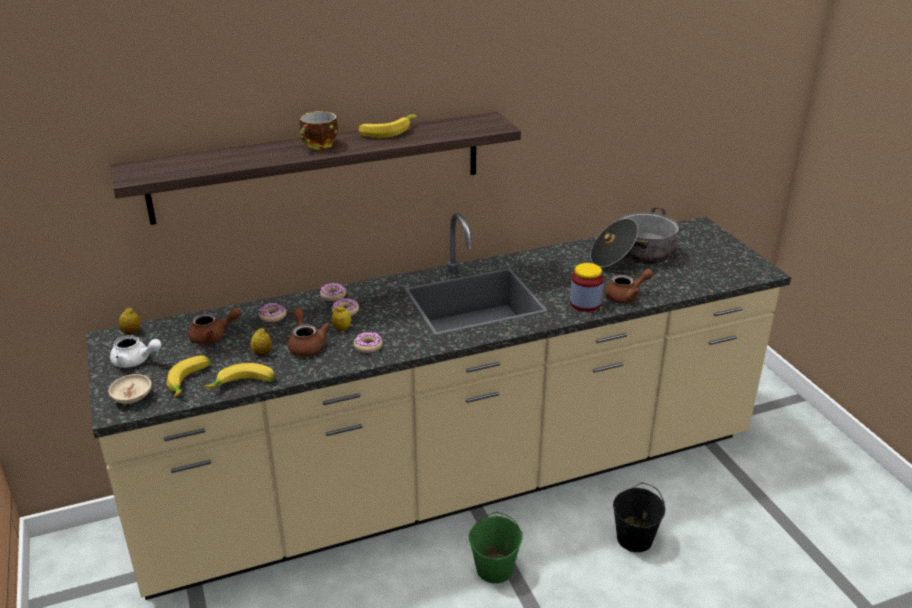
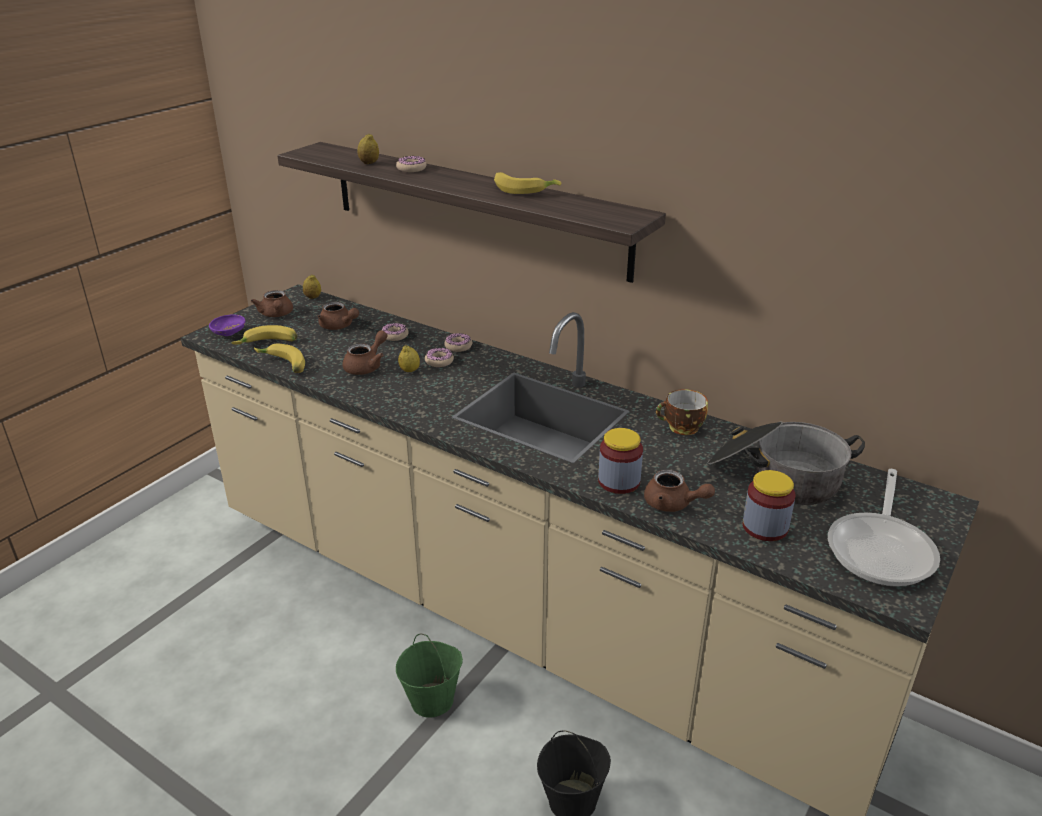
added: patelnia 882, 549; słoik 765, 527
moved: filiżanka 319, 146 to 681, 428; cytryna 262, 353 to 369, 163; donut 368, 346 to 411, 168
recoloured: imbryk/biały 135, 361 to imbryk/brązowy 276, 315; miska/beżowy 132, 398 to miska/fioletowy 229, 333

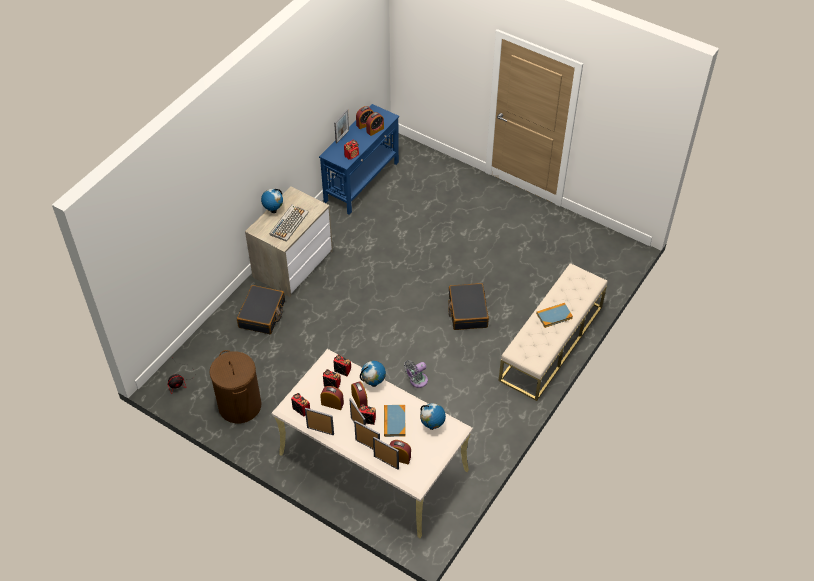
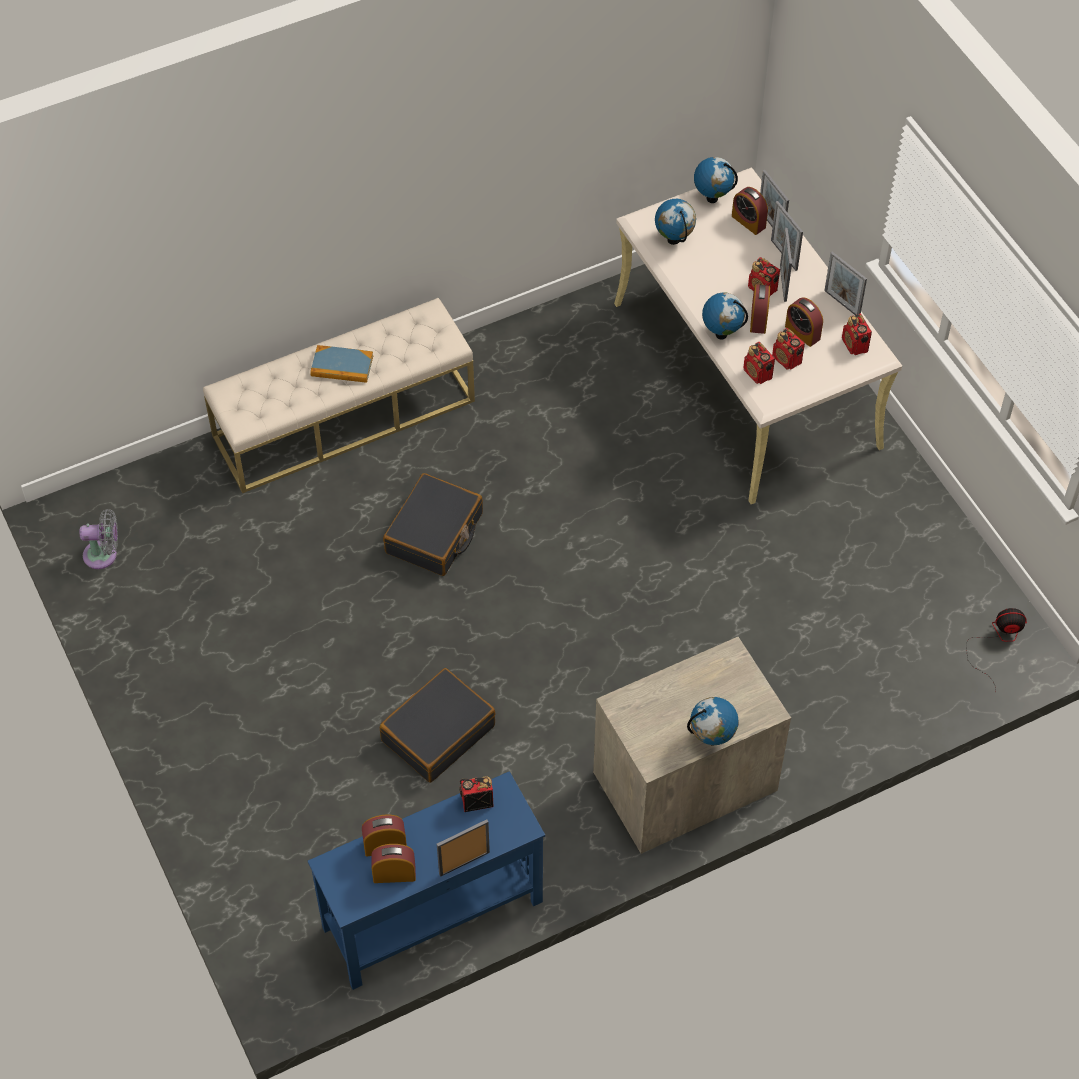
removed: klawiatura 289, 223; kosz na pranie/brązowy 239, 405; książka 394, 421
added: globus 712, 198
moved: walizka/czarny 262, 314 to 438, 733; wentylator/szary 416, 381 to 104, 555

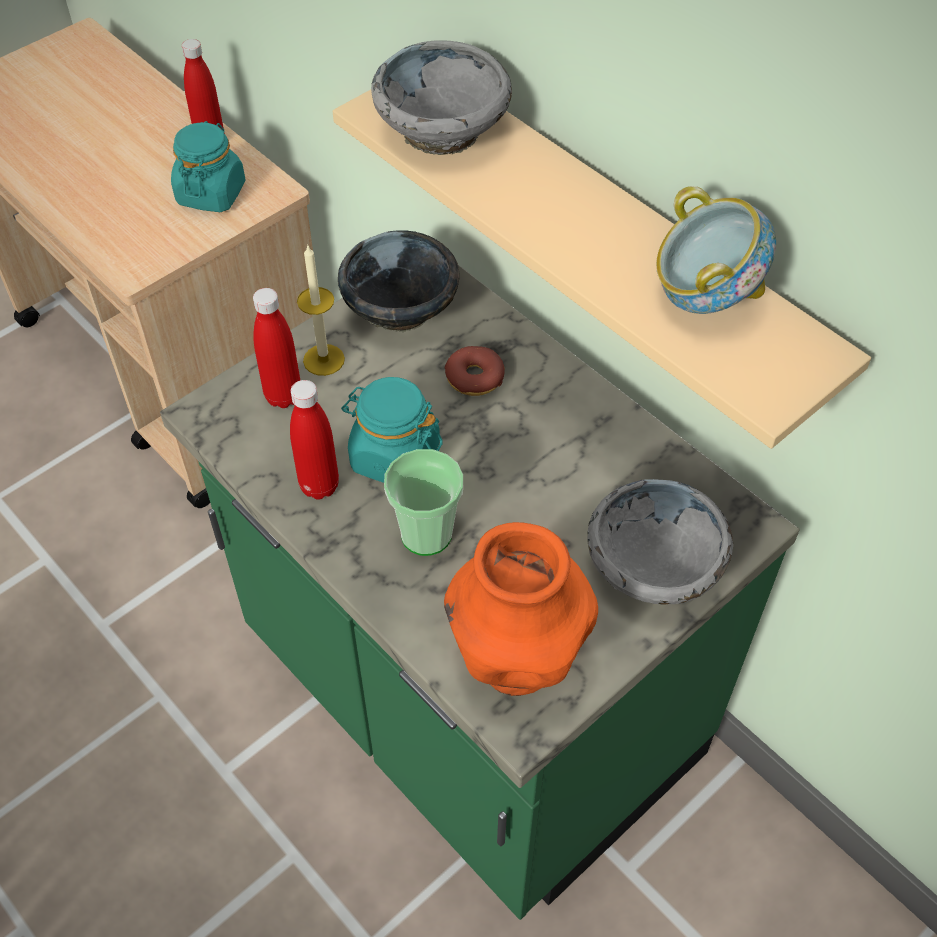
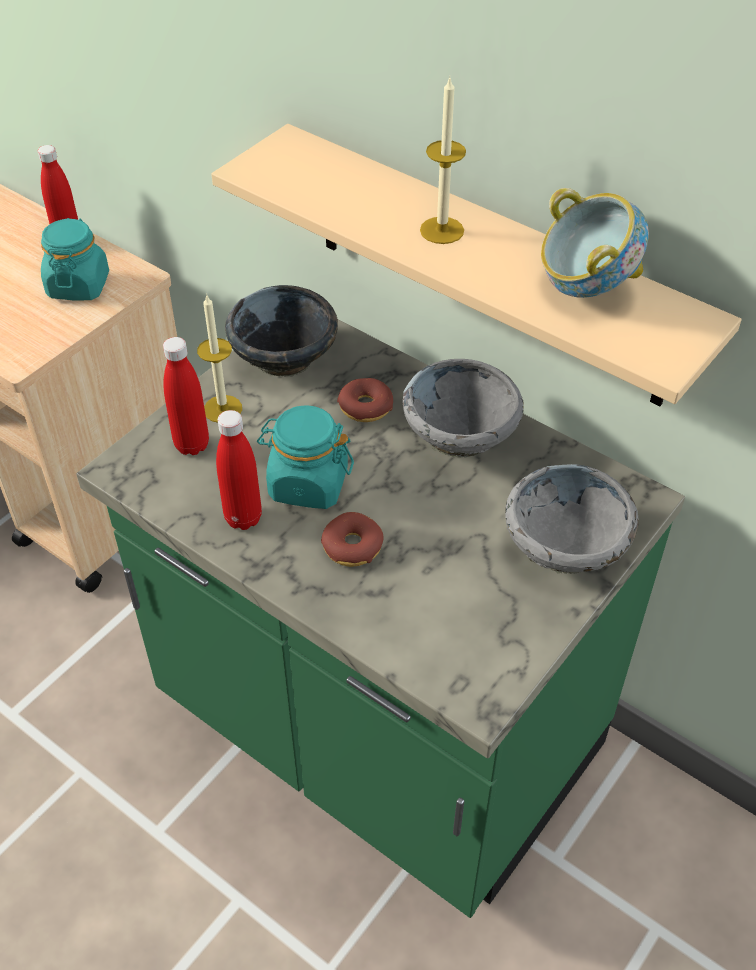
removed: wazon/pomarańczowy 516, 664
added: świeca 442, 230
moved: miska/szary 442, 131 to 460, 434
replaced: filiżanka 426, 534 to donut 352, 546

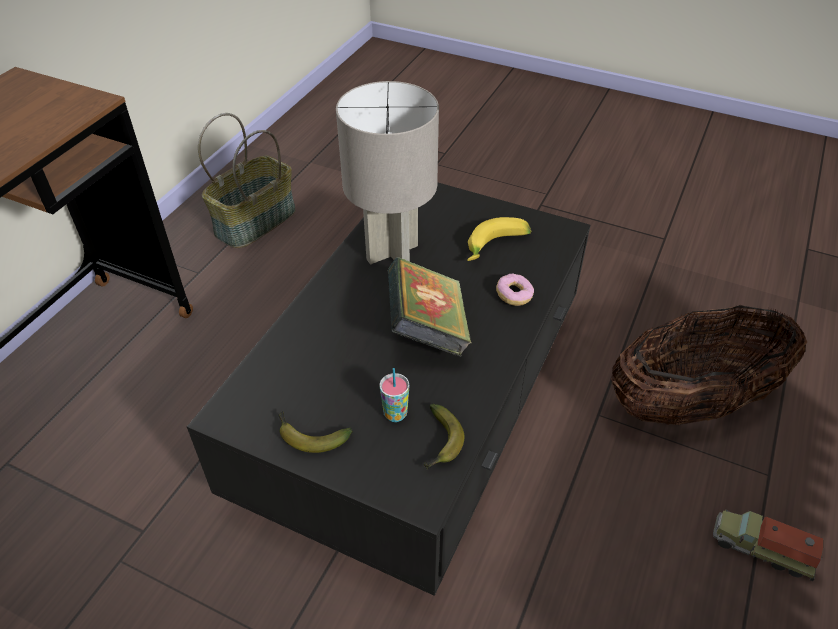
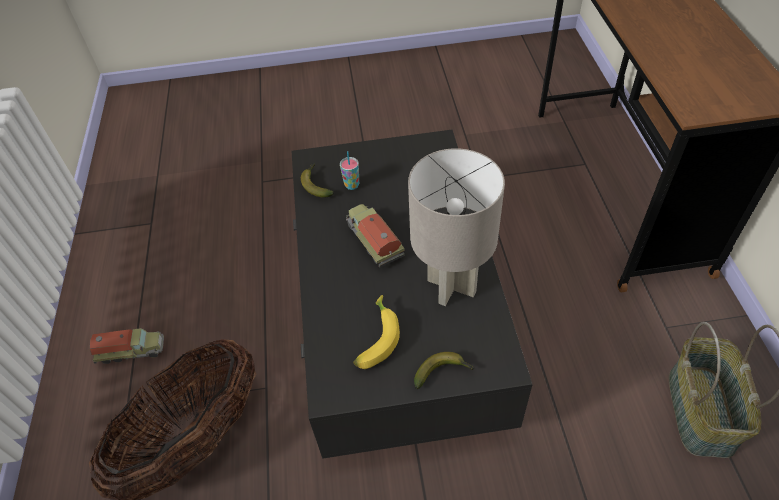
removed: donut 514, 296
moved: banan 309, 436 to 443, 372
replaced: książka 427, 330 to ciężarówka zabawkowa 373, 240

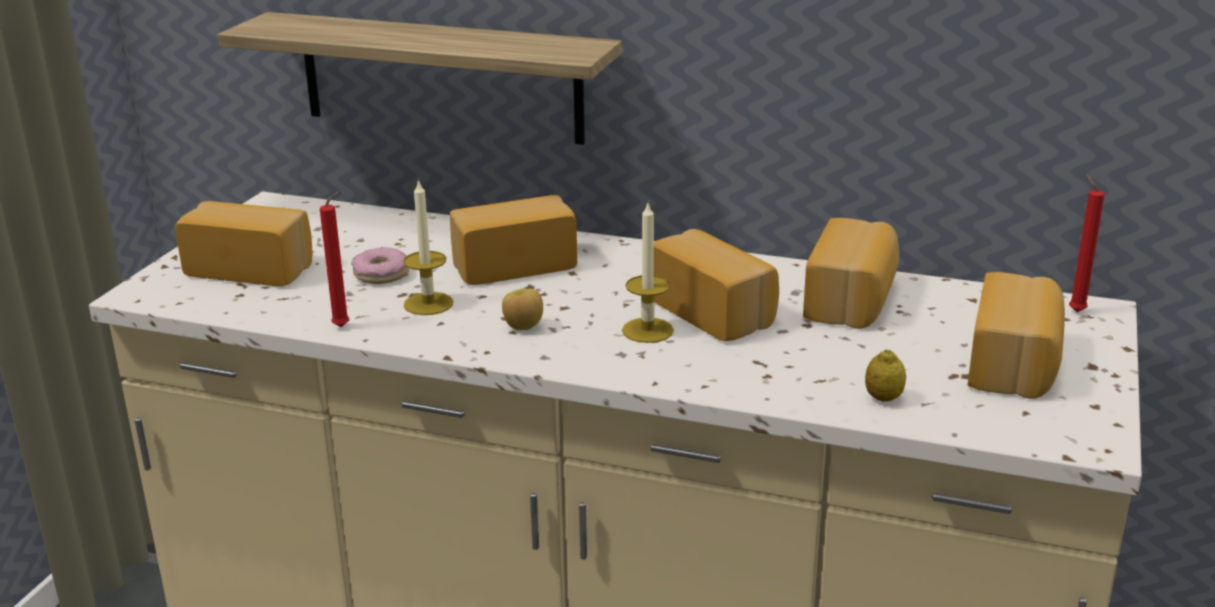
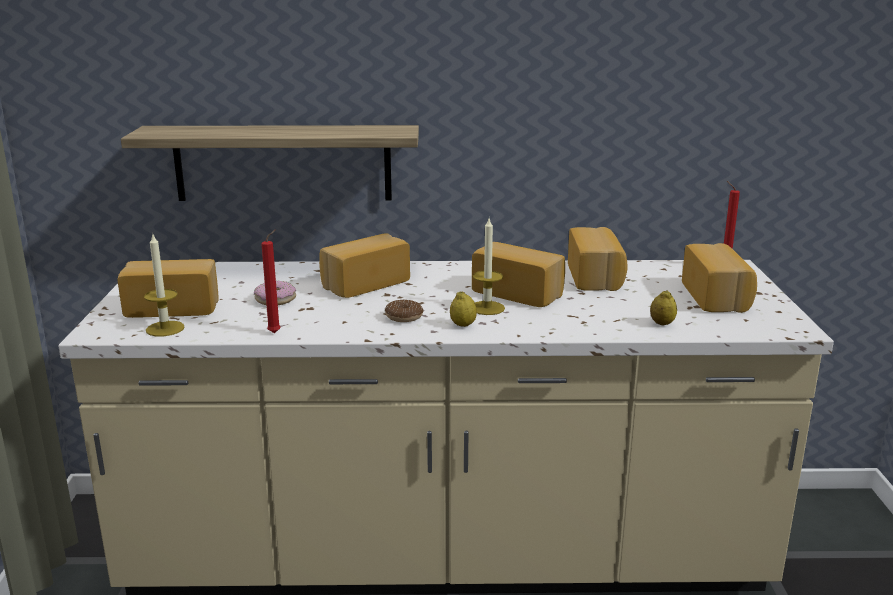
added: cytryna 463, 325
moved: świeca 428, 304 to 165, 328
replaced: jabłko 523, 327 to donut 404, 317

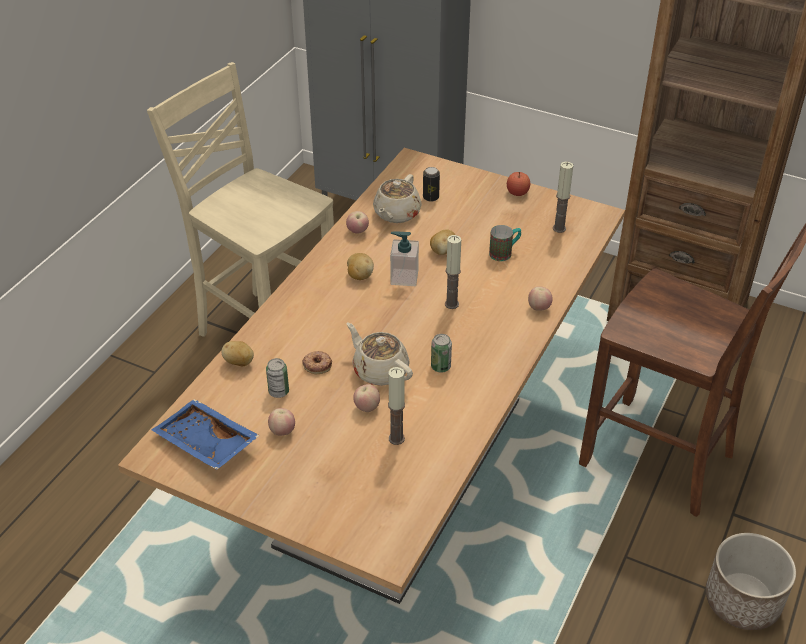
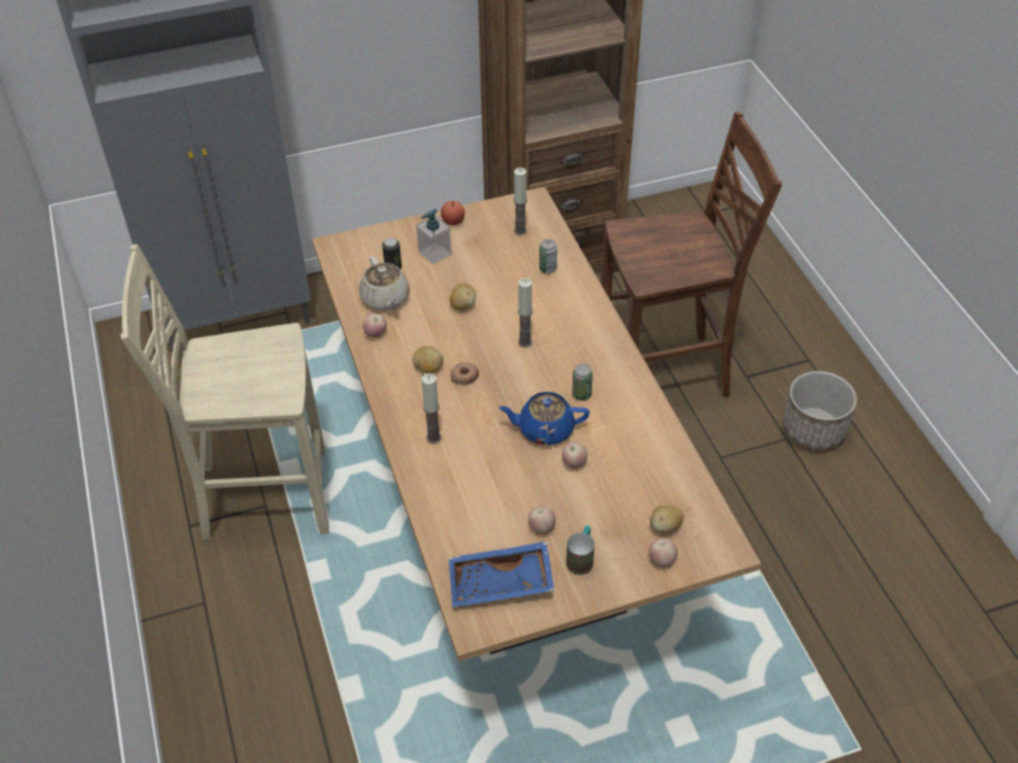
moved: kubek 504, 253 to 581, 558; dozownik mydła 404, 277 to 434, 253; jabłko 539, 308 to 662, 561; ziemniak 239, 362 to 665, 527; donut 317, 364 to 464, 375; puszka 279, 392 to 547, 269; świeca 396, 438 to 433, 438
recoloured: imbryk/beżowy 380, 370 to imbryk/niebieski 544, 429

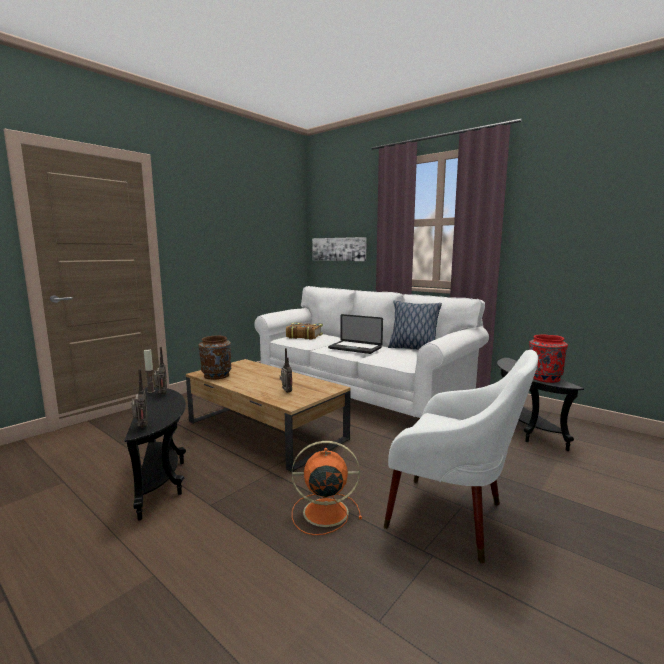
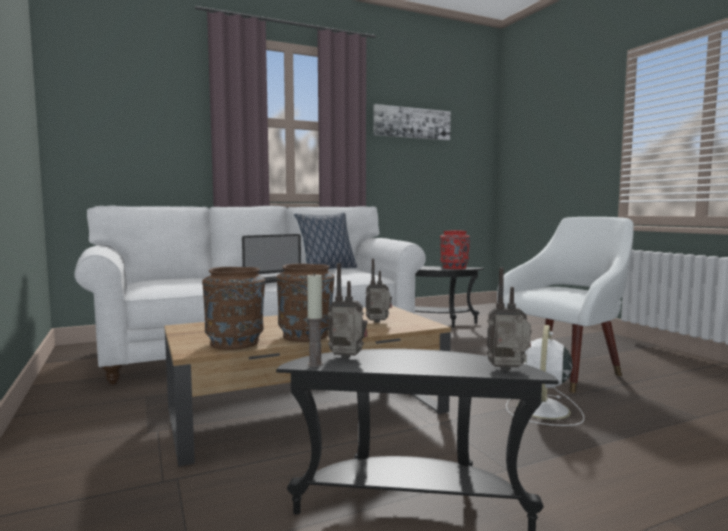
removed: książka 304, 336
added: wazon/brązowy 306, 336
moved: obraz 339, 249 to 412, 123
recoloured: wentylator/pomarańczowy 323, 512 to wentylator/biały 543, 410

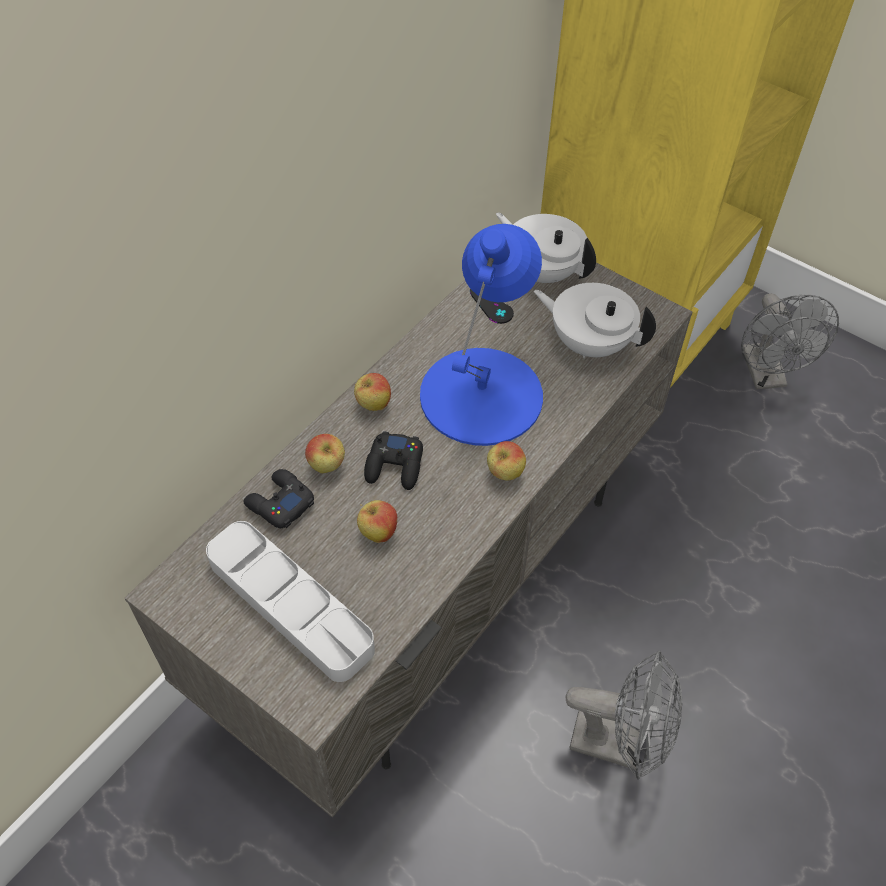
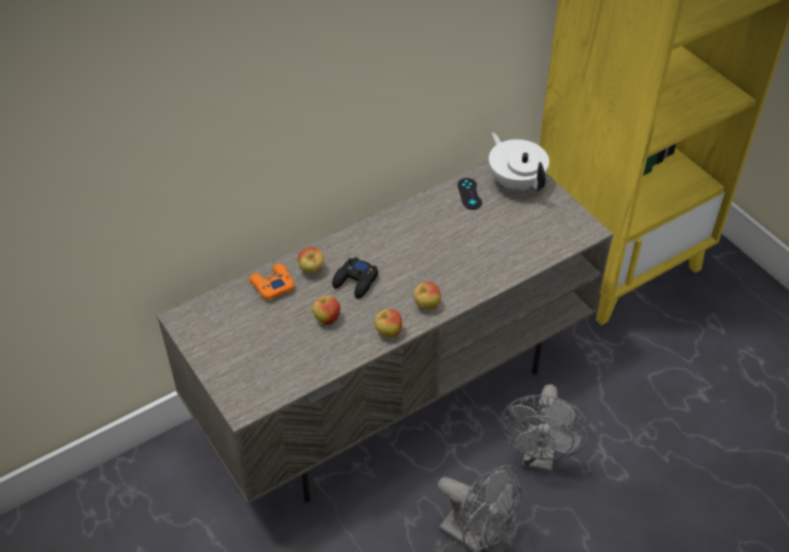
removed: lampa stołowa/niebieski 483, 394; imbryk/biały 589, 343; taca/szary 290, 604
moved: wentylator/szary 766, 376 to 539, 456; jabłko 373, 405 to 388, 332
recoloured: pad do gier/czarny 279, 503 to pad do gier/pomarańczowy 272, 285

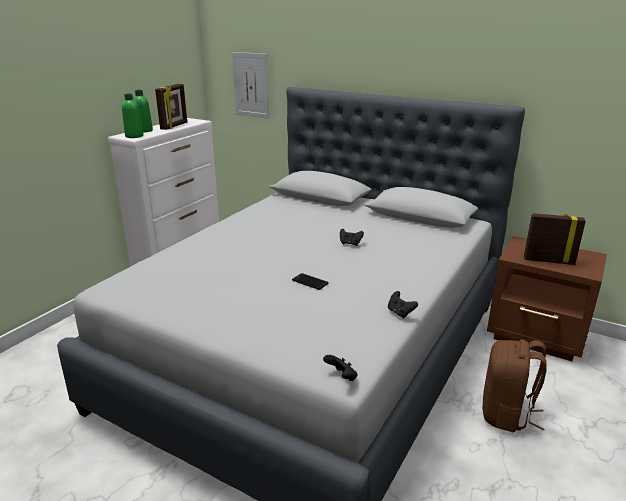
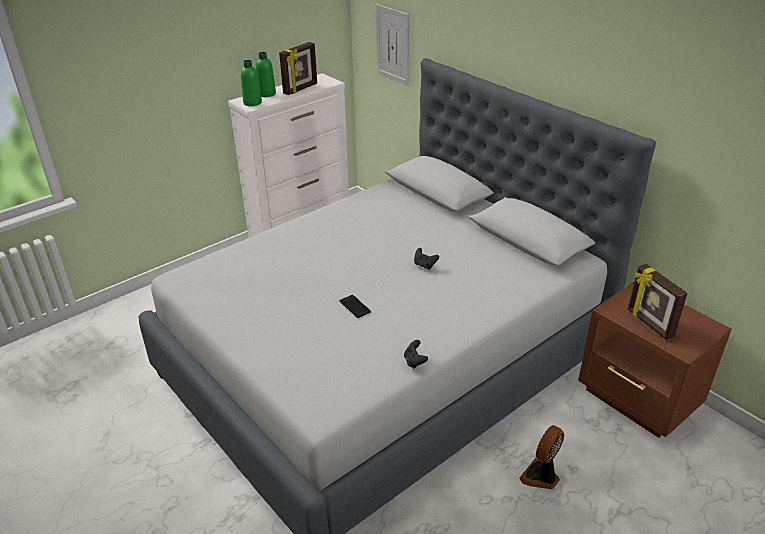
removed: pad do gier/czarny 341, 377
replaced: plecak/brązowy 506, 414 to wentylator 541, 476
turned: ramka na zdjęcie 548, 261 = 649, 324 150 degrees counterclockwise

